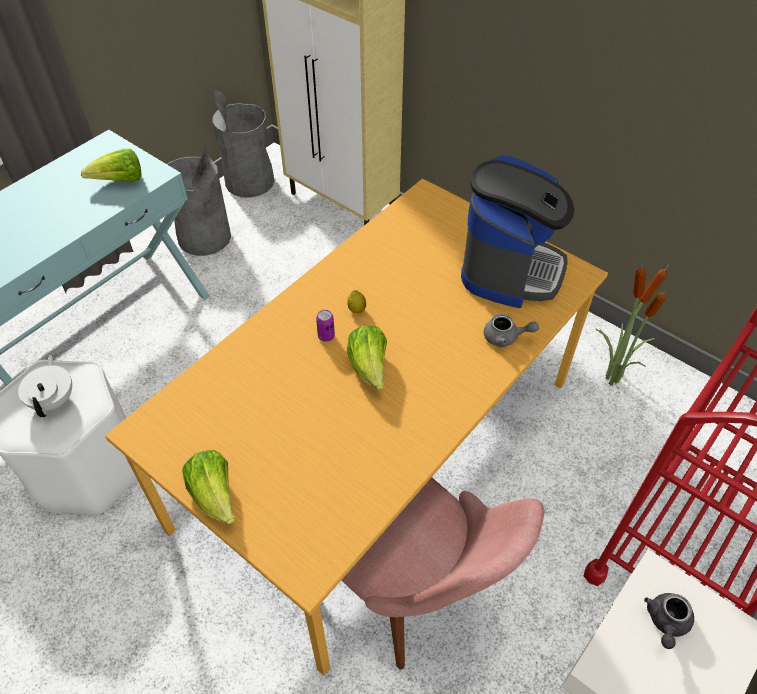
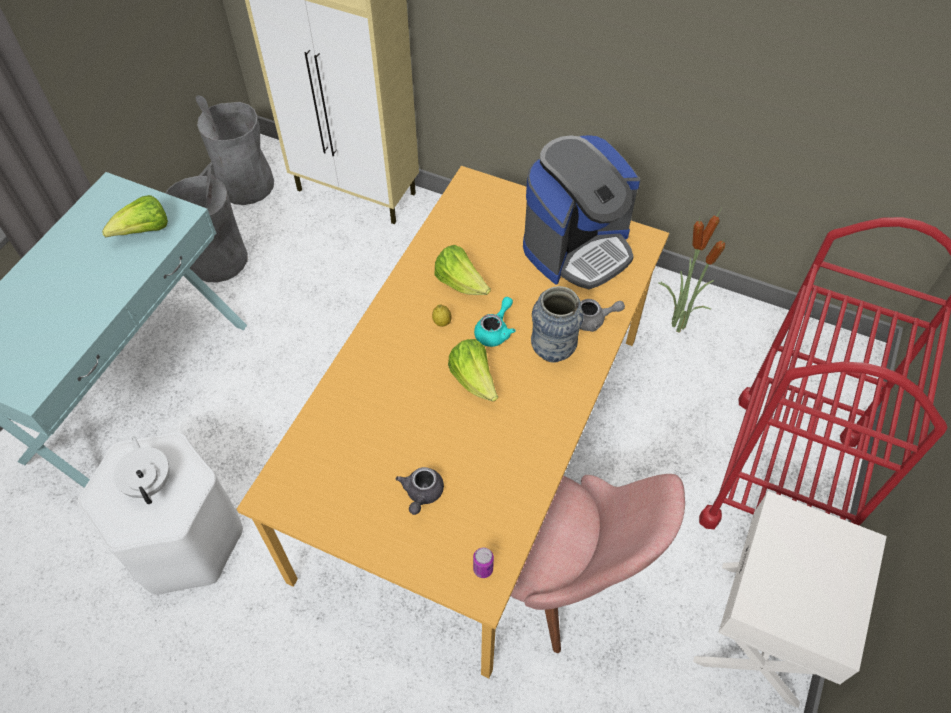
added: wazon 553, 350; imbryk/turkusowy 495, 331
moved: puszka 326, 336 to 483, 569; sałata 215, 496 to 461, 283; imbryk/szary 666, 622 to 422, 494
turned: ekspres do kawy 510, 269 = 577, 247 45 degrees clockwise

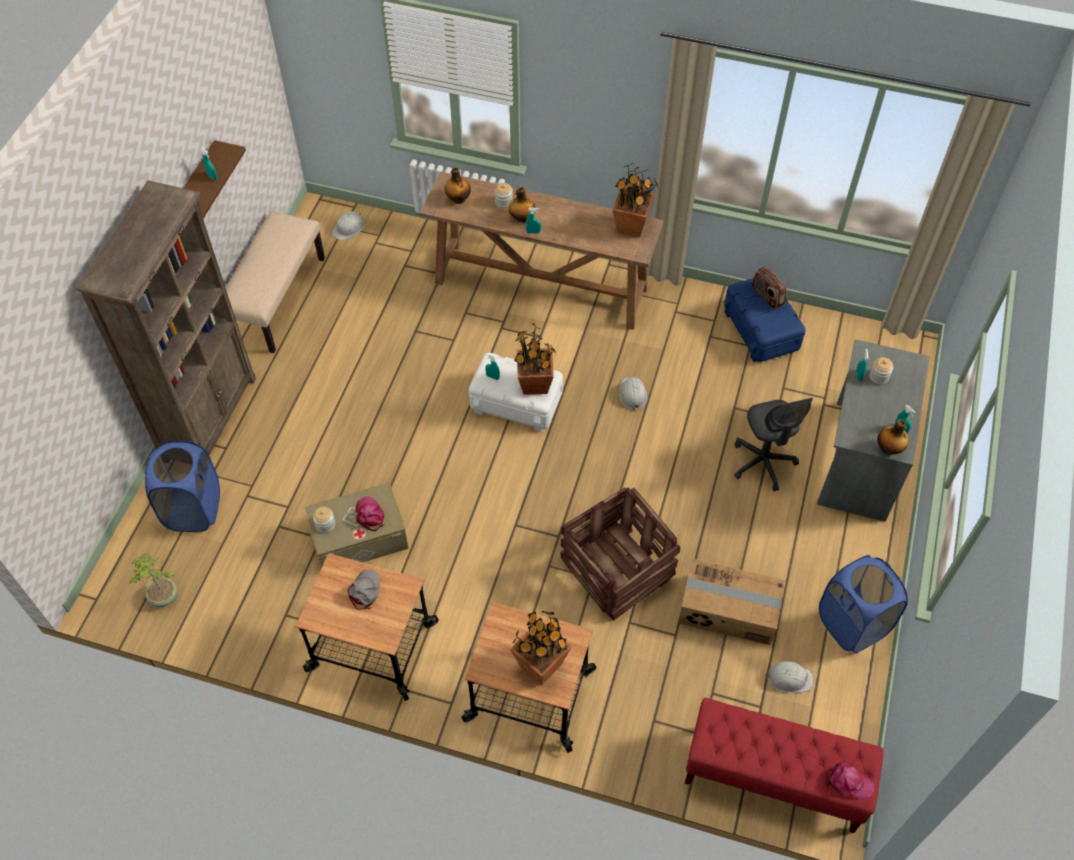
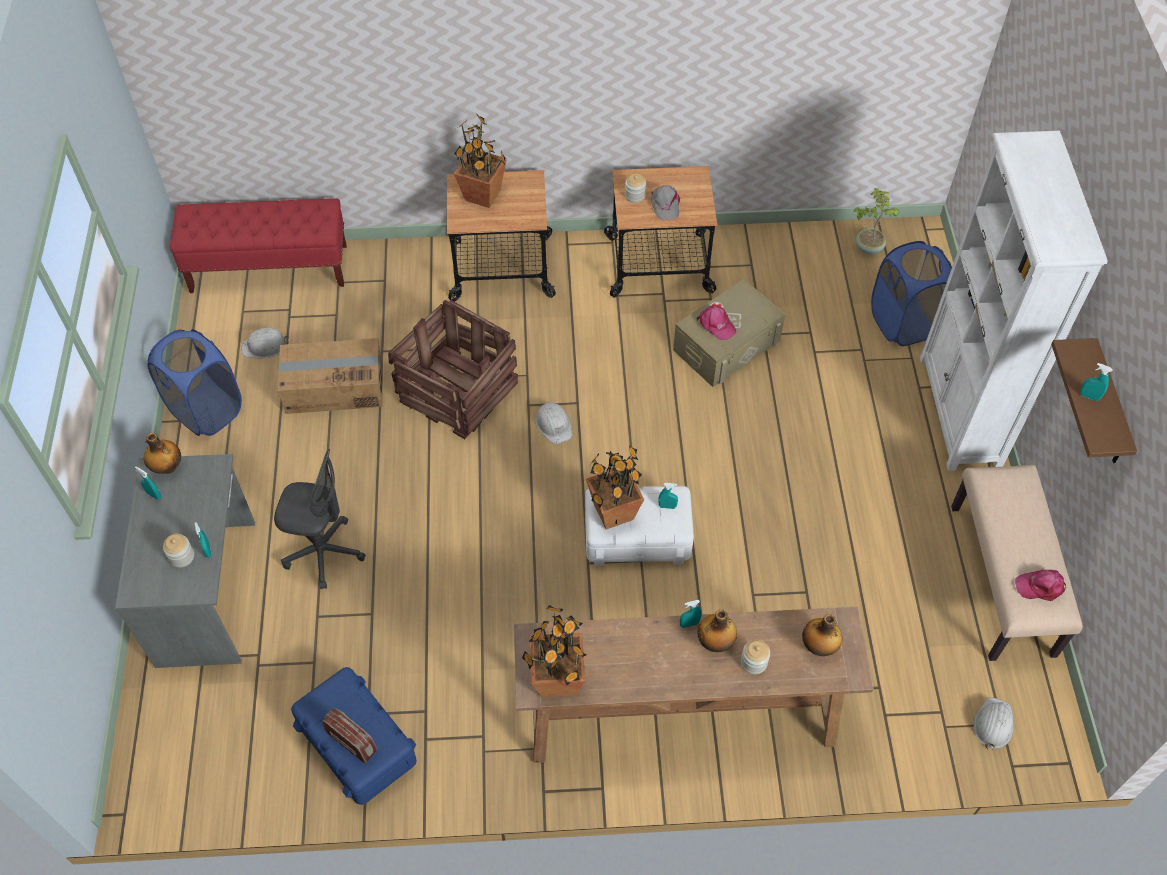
moved: kask/biały 632, 394 to 554, 424; słoik 325, 524 to 635, 196; czapka z daszkiem/różowy 848, 782 to 1040, 586
recoloured: regał/brązowy 210, 418 to regał/biały 959, 412
turned: krzesło biurowe/szary 763, 463 = 324, 552 135 degrees clockwise

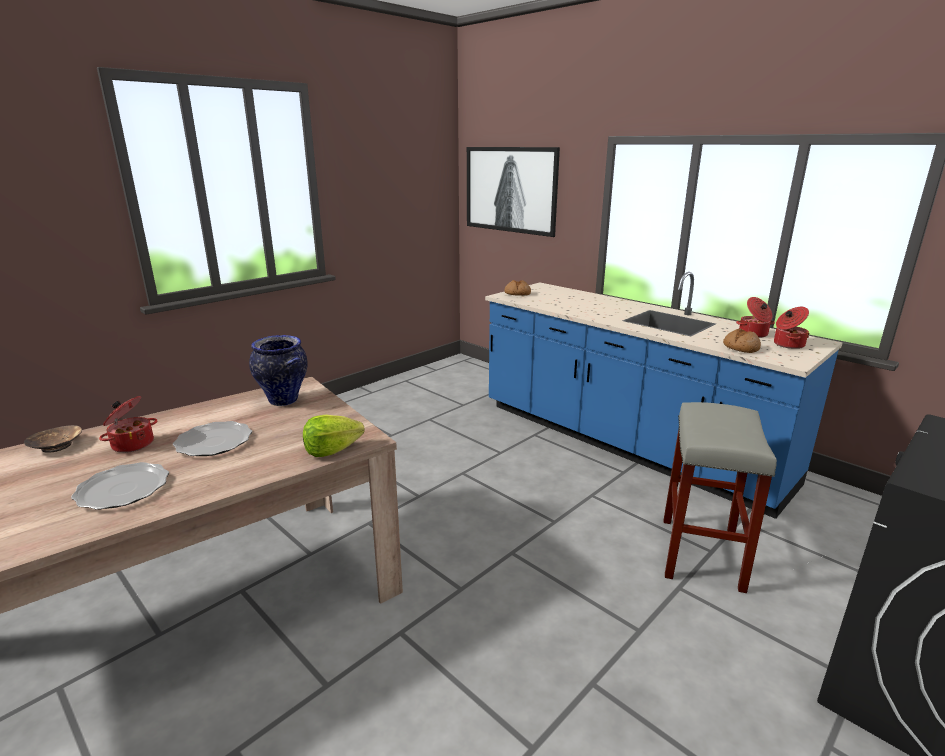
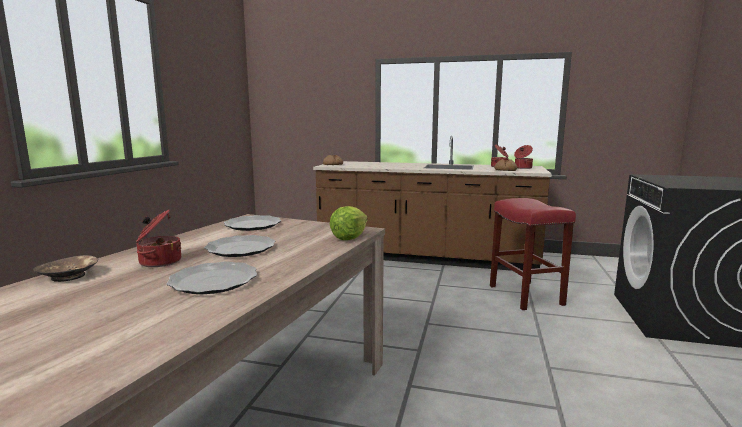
removed: obraz 510, 190
replaced: wazon 284, 401 to talerz 253, 225
recoloured: zabudowa kuchenna/niebieski 625, 443 to zabudowa kuchenna/brązowy 426, 257; stołek/szary 702, 554 to stołek/czerwony 526, 295

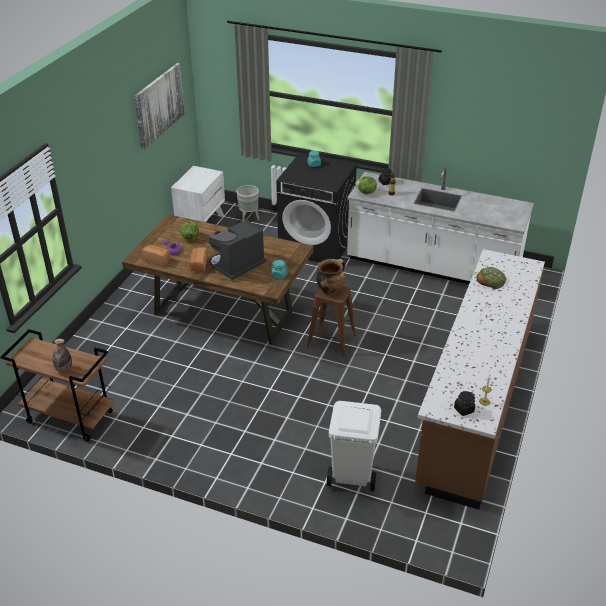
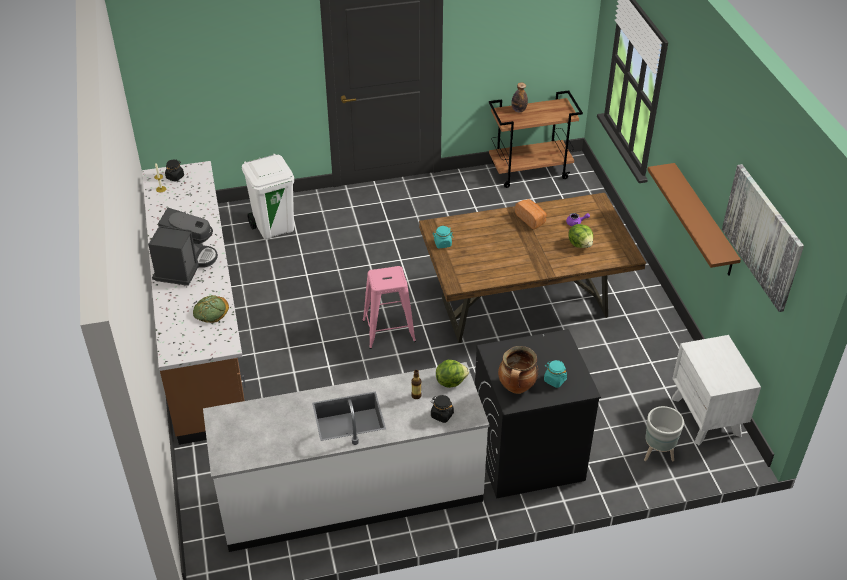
removed: chleb 157, 260
added: półka/brązowy 703, 220
moved: ekspres do kawy 237, 266 to 184, 265; garnek 330, 290 to 517, 388
recoloured: stołek/brązowy 331, 340 to stołek/różowy 388, 331

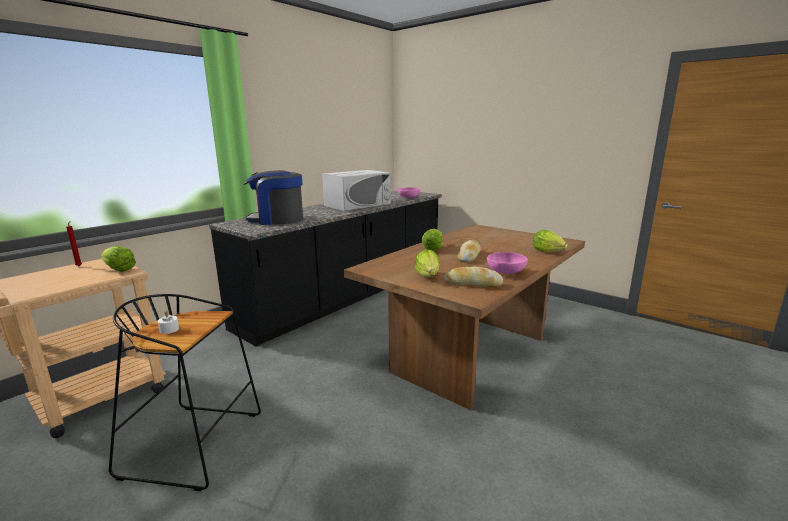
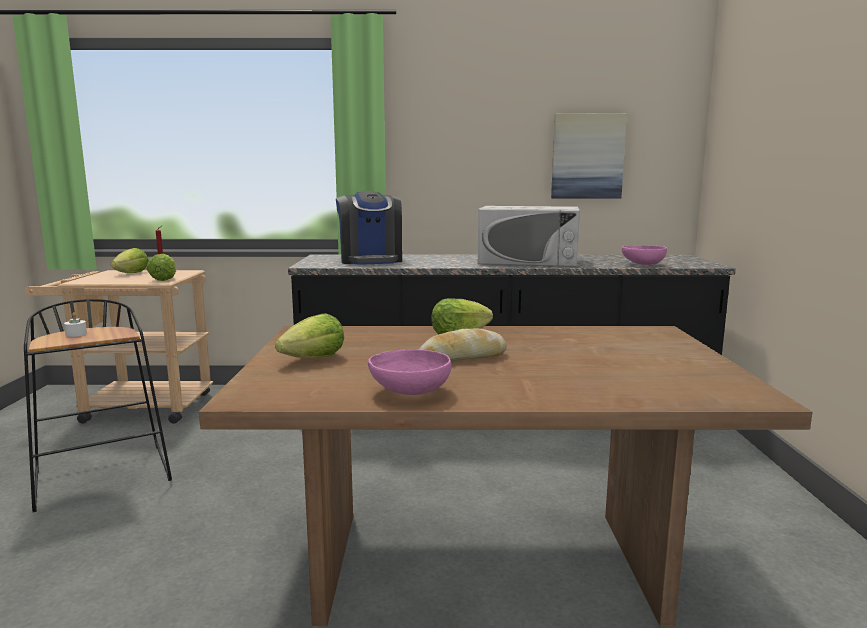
removed: chleb 473, 284
added: obraz 587, 156
moved: sałata 547, 252 to 132, 273
turned: ekspres do kawy 277, 220 = 370, 260 150 degrees counterclockwise

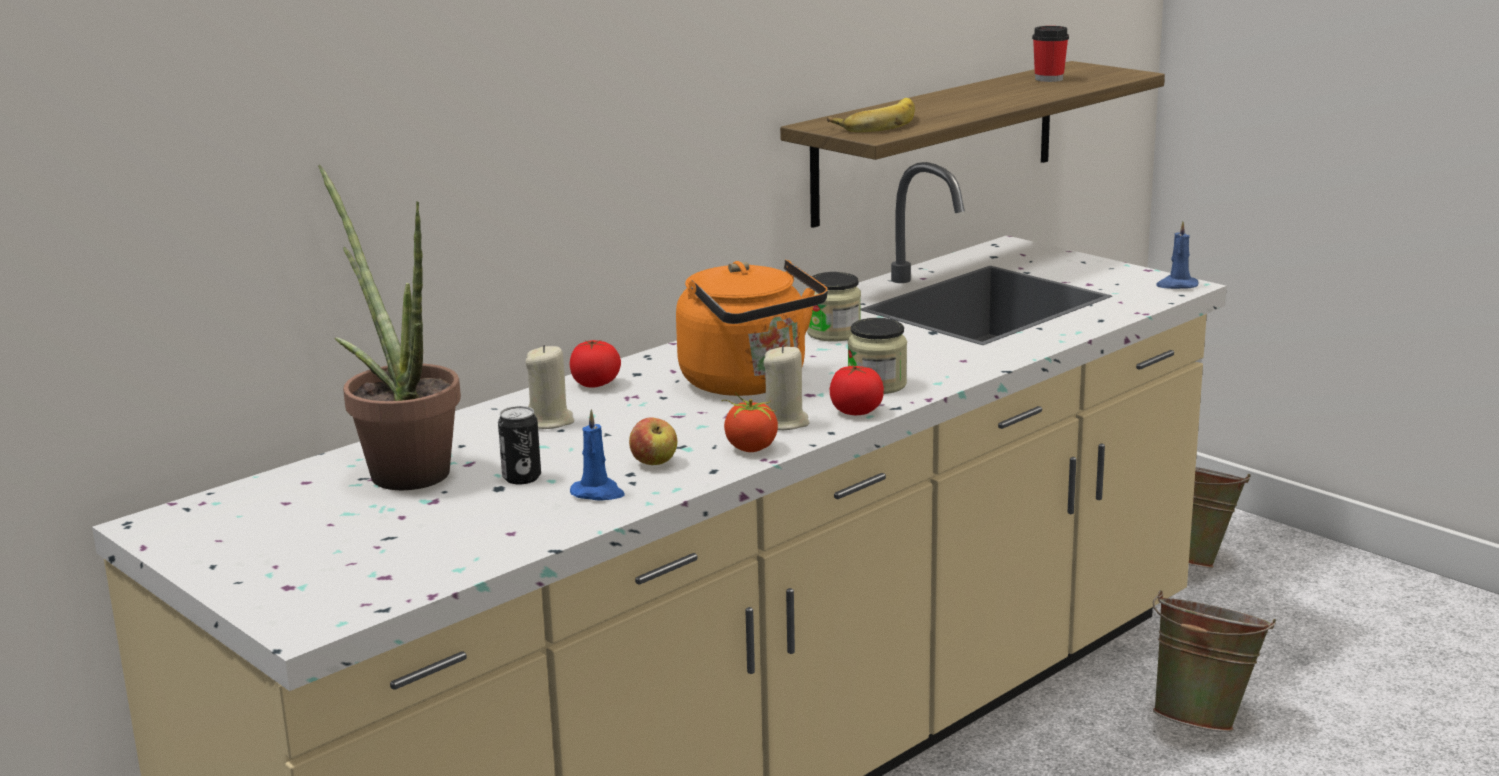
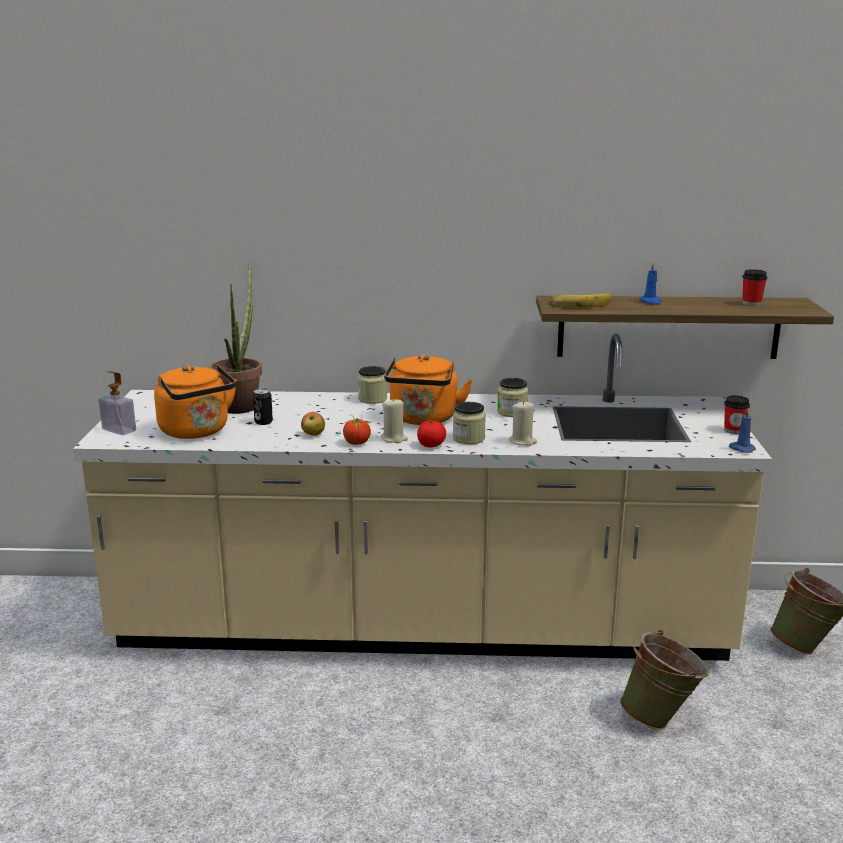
added: czajnik/pomarańczowy 197, 432; dozownik mydła 119, 430; filiżanka 733, 430
moved: świeca/beżowy 550, 421 to 522, 441; świeca/niebieski 598, 493 to 650, 302
replaced: pomidor 595, 384 to słoik 372, 399

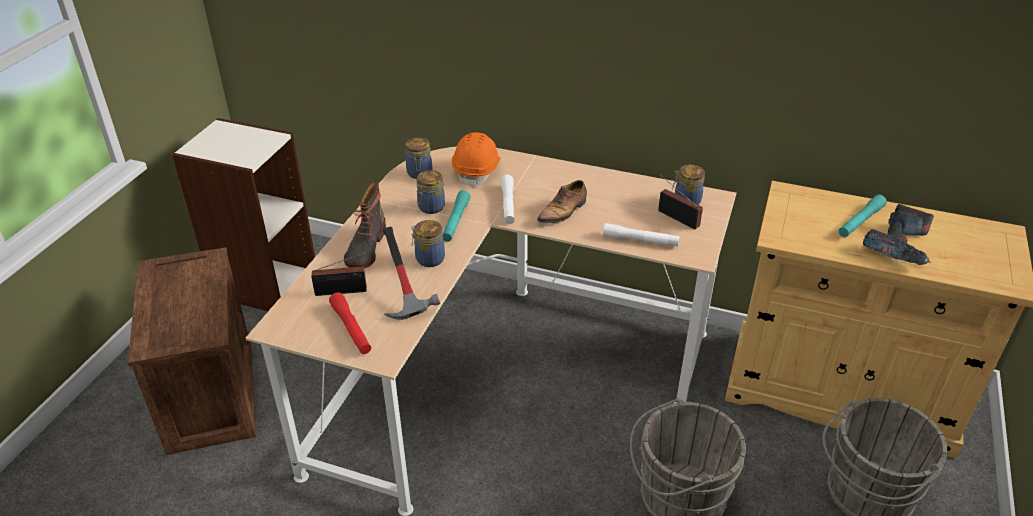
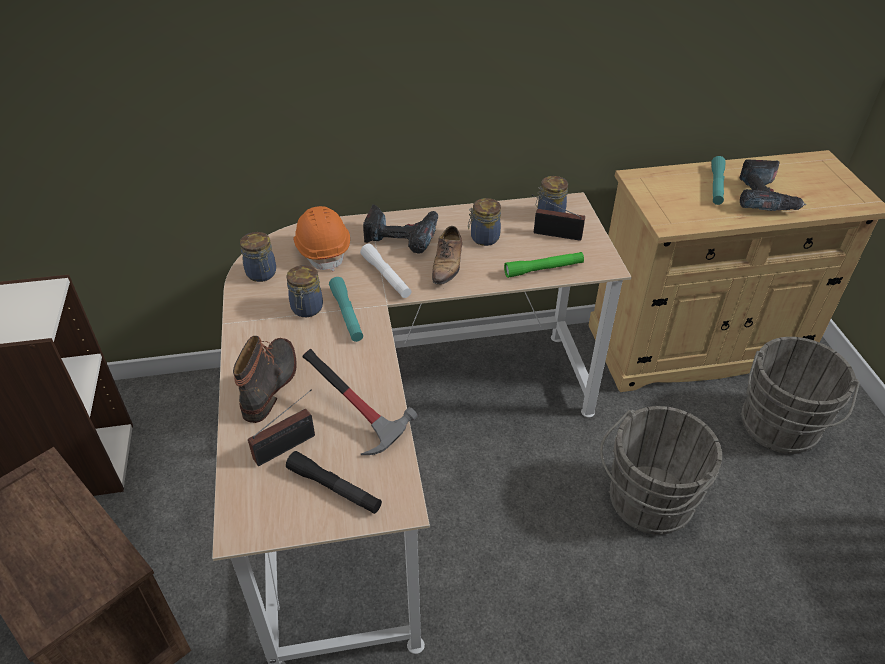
added: wiertarka 402, 236
moved: słoik 429, 259 to 483, 238
recoloured: latarka/biały 640, 241 to latarka/zielony 543, 269; latarka/czerwony 351, 329 to latarka/czarny 334, 488
turned: but z cholewką 365, 248 = 271, 384 150 degrees counterclockwise

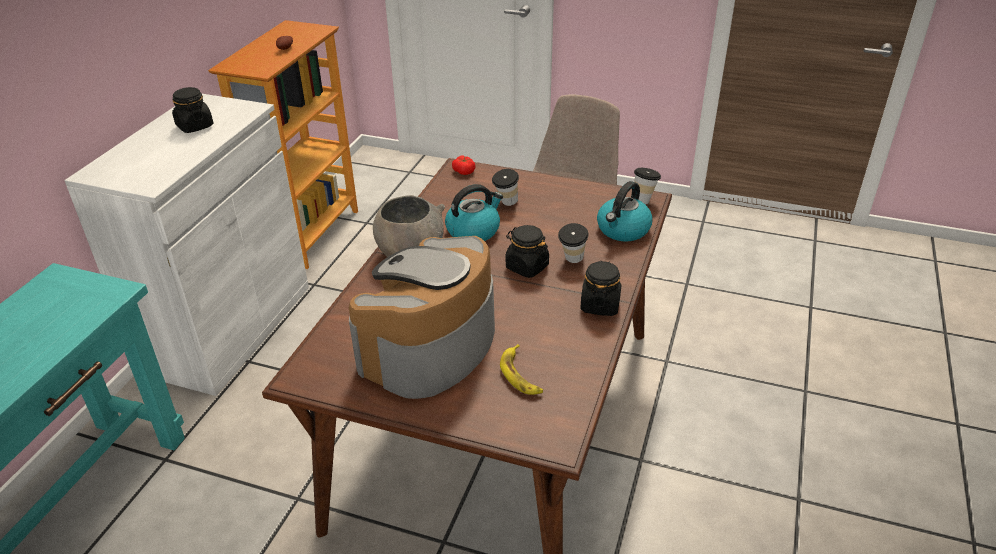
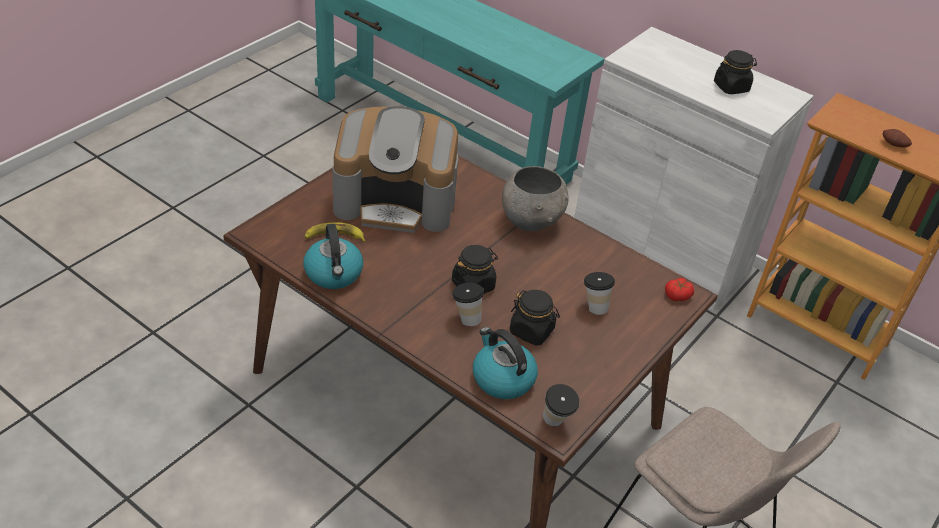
moved: czajnik 473, 230 to 334, 274; słoik/czarny 600, 305 to 532, 331
turned: ekspres do kawy 430, 347 = 396, 201 135 degrees clockwise

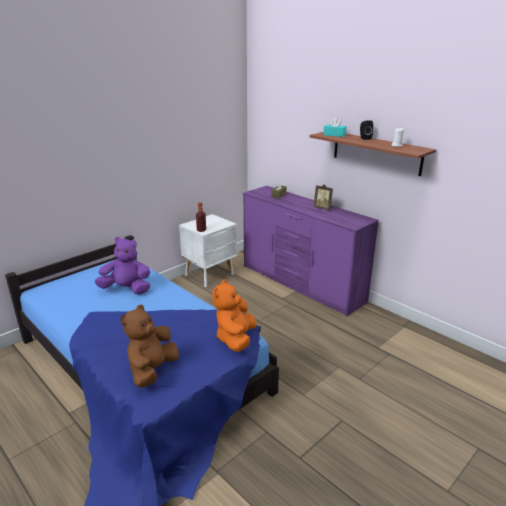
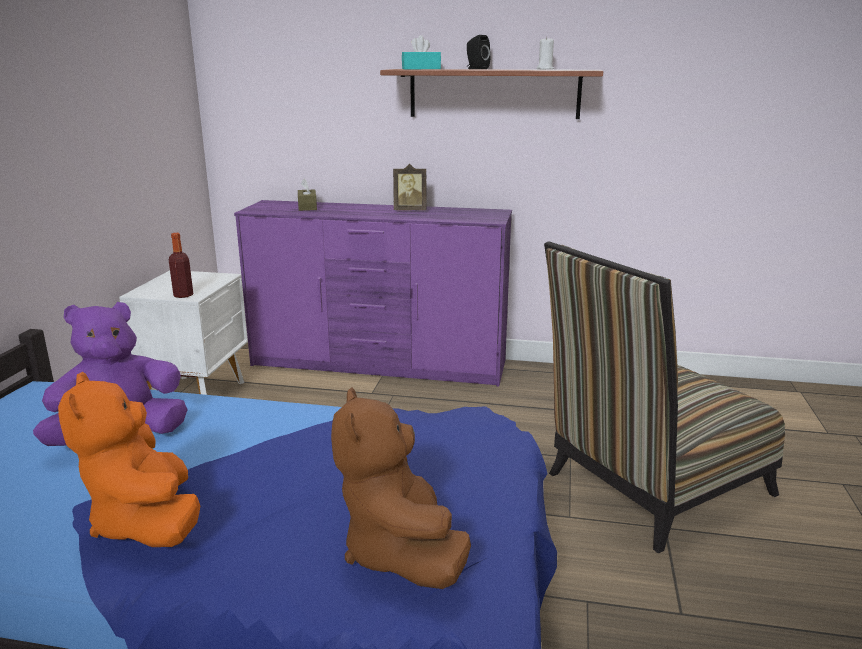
added: krzesło 649, 488
moved: pluszak/pomarańczowy 235, 339 to 146, 522

